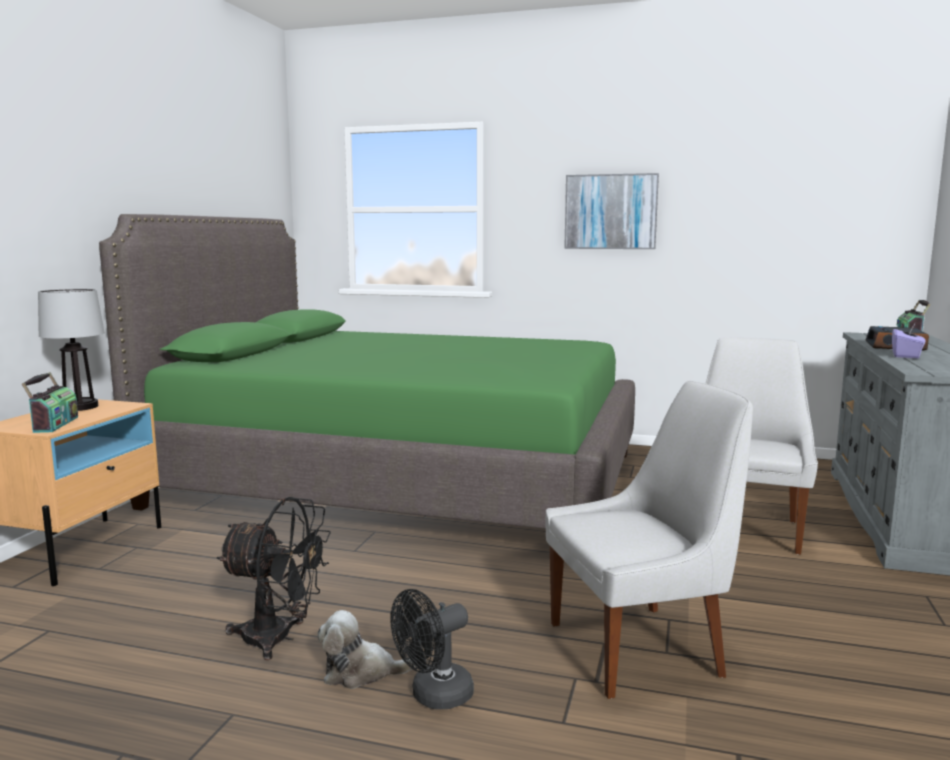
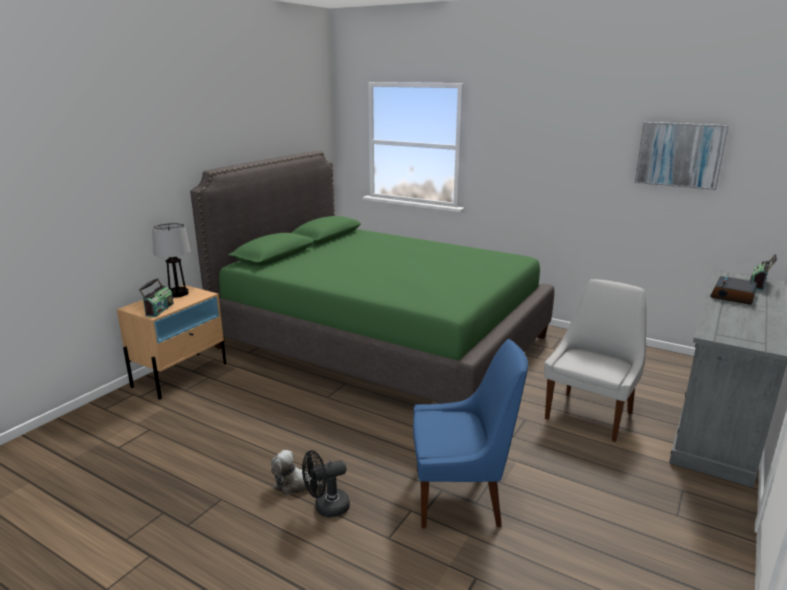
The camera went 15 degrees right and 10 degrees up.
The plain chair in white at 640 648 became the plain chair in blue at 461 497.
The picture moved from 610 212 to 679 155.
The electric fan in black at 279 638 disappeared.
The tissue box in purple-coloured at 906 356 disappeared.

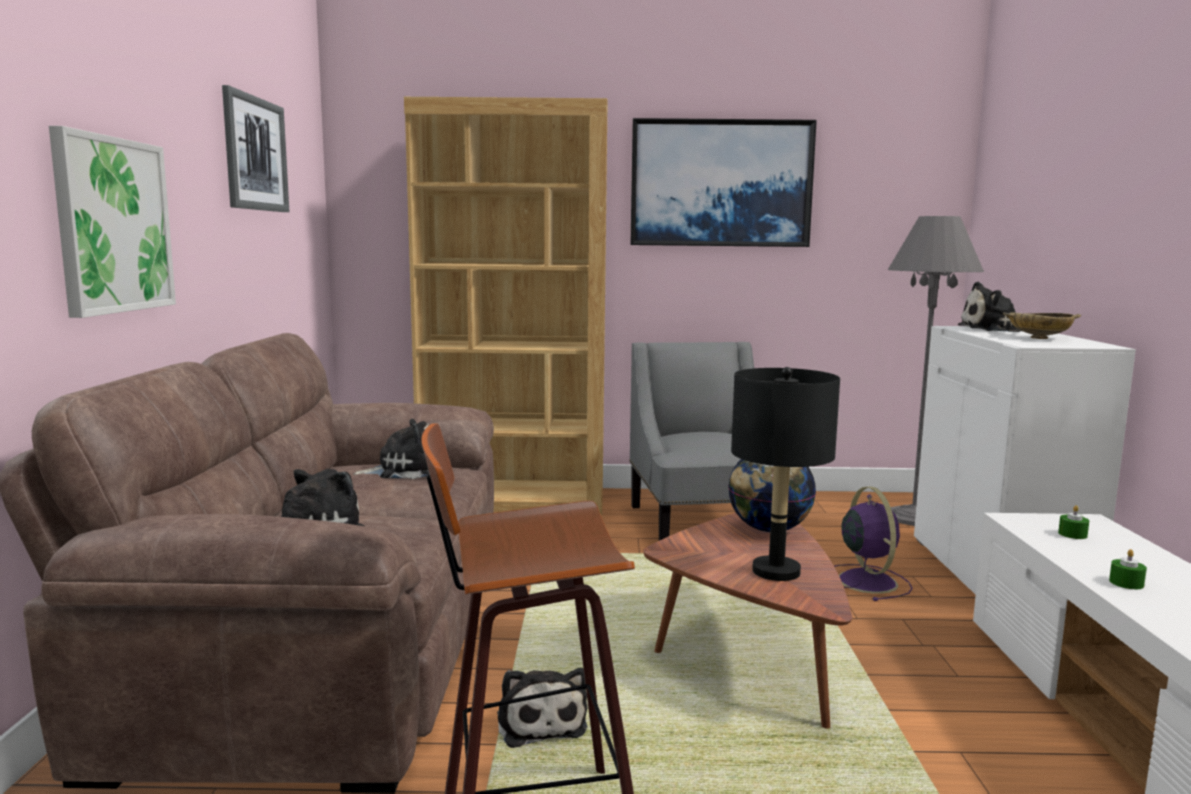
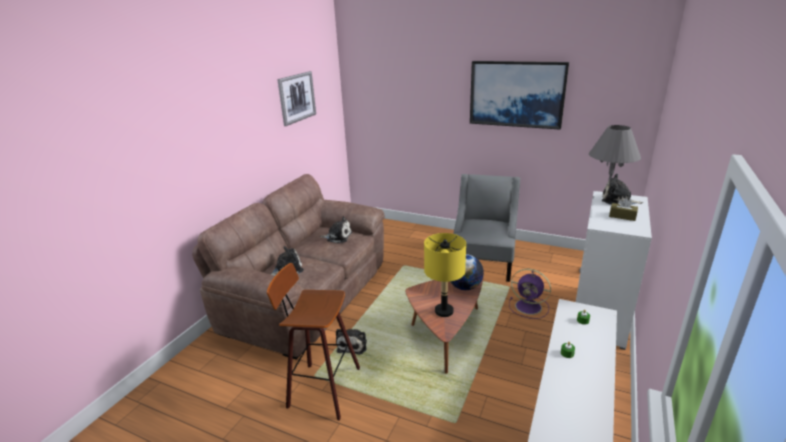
The camera went 25 degrees right and 15 degrees up.
The tabletop lamp in black at 776 572 became the tabletop lamp in yellow-coloured at 444 311.
The electric fan in purple-coloured at 865 581 turned 105 degrees clockwise.
The bowl in beige-coloured at 1039 338 was replaced by the tissue box in brownish at 622 216.
The picture at 113 225 disappeared.
The shelving unit in brownish at 514 501 disappeared.

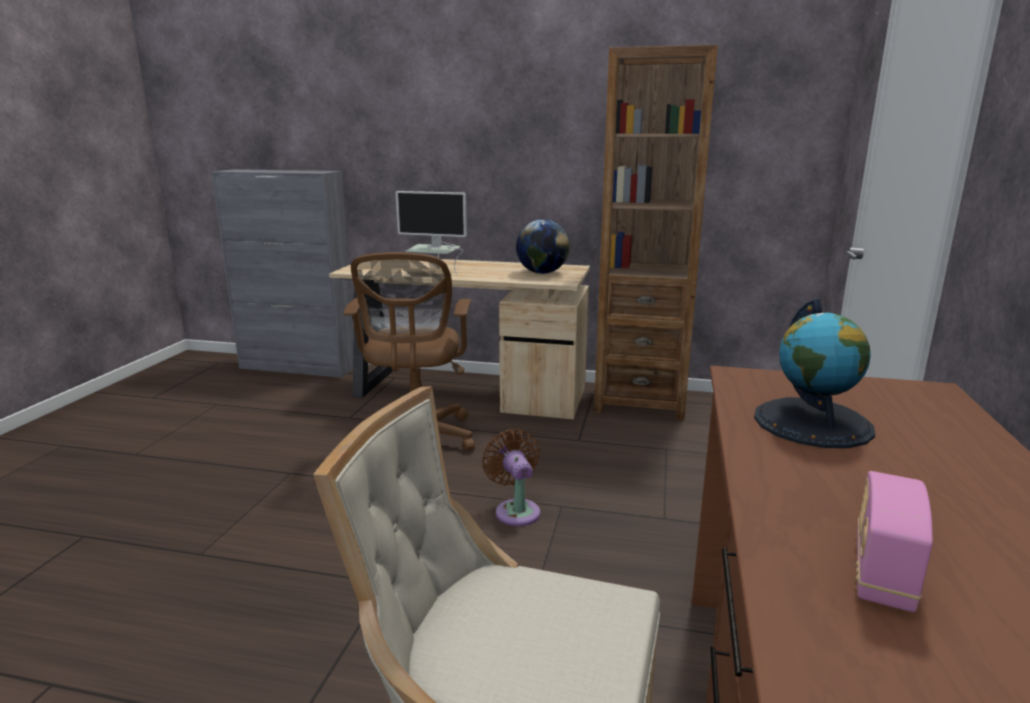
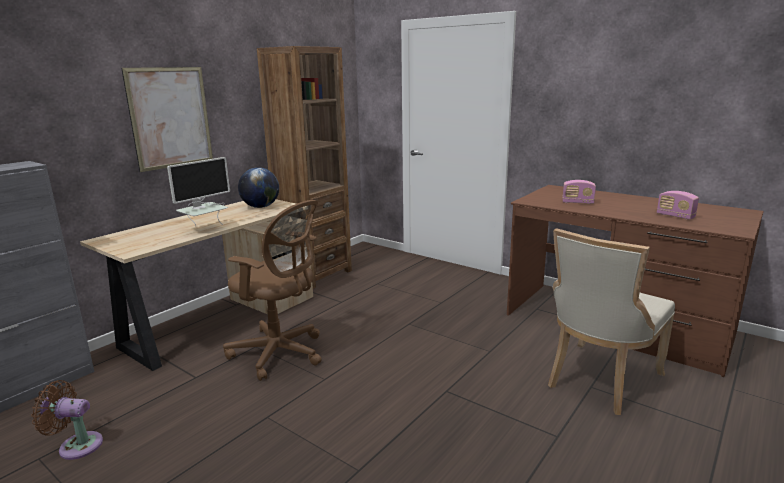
The camera went 65 degrees left and 0 degrees up.
The electric fan in brownish moved from 516 510 to 77 445.
The picture at 170 118 appeared.
The desk globe at 813 423 was replaced by the radio set at 577 202.

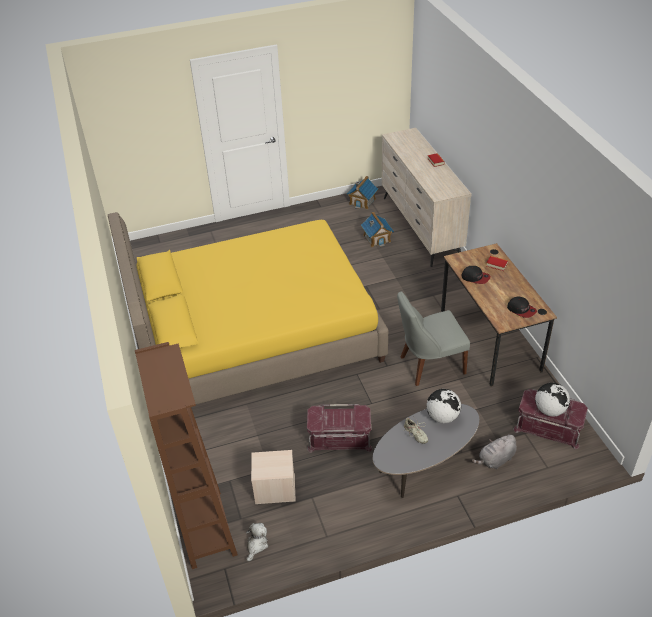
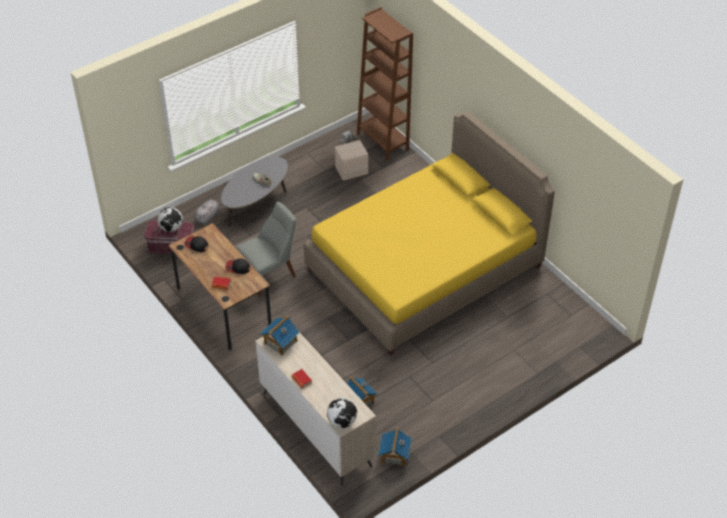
The camera went 160 degrees right and 5 degrees up.
The miniature house at 280 342 appeared.
The desk globe moved from 442 417 to 342 421.
The storage container in red-coloured at 339 438 disappeared.

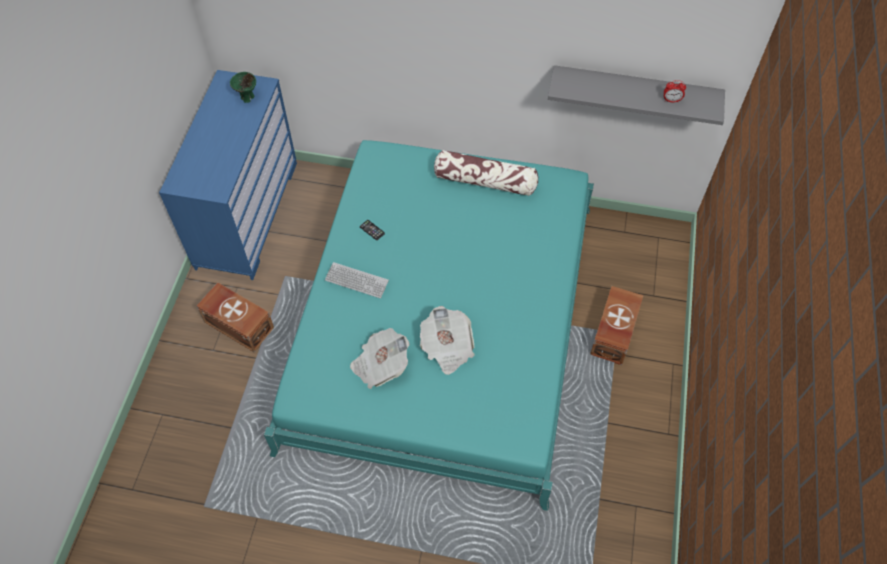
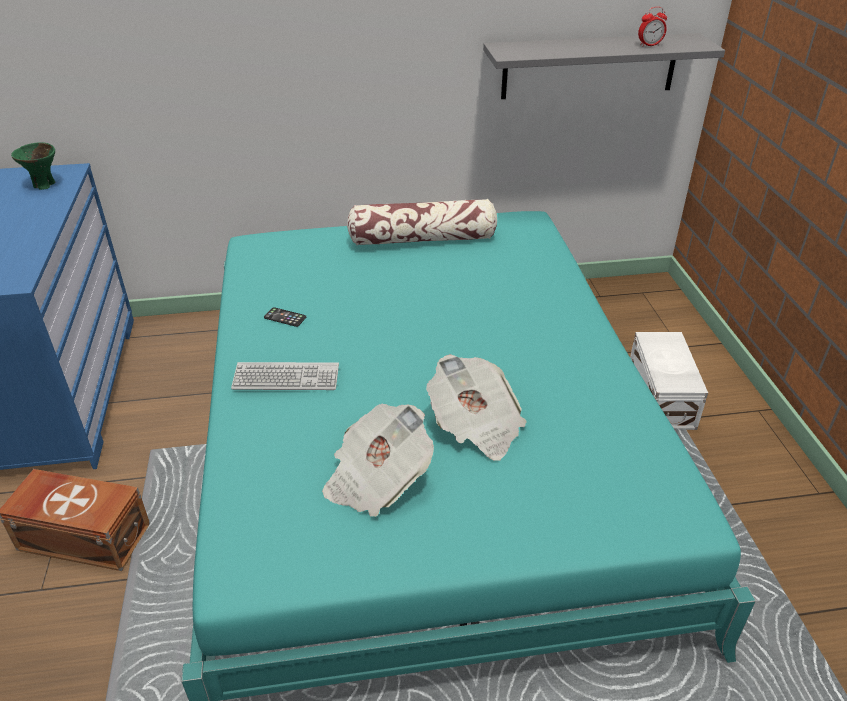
The camera went 20 degrees left and 20 degrees down.
The storage container in brownish at 612 333 became the storage container in white at 659 398.

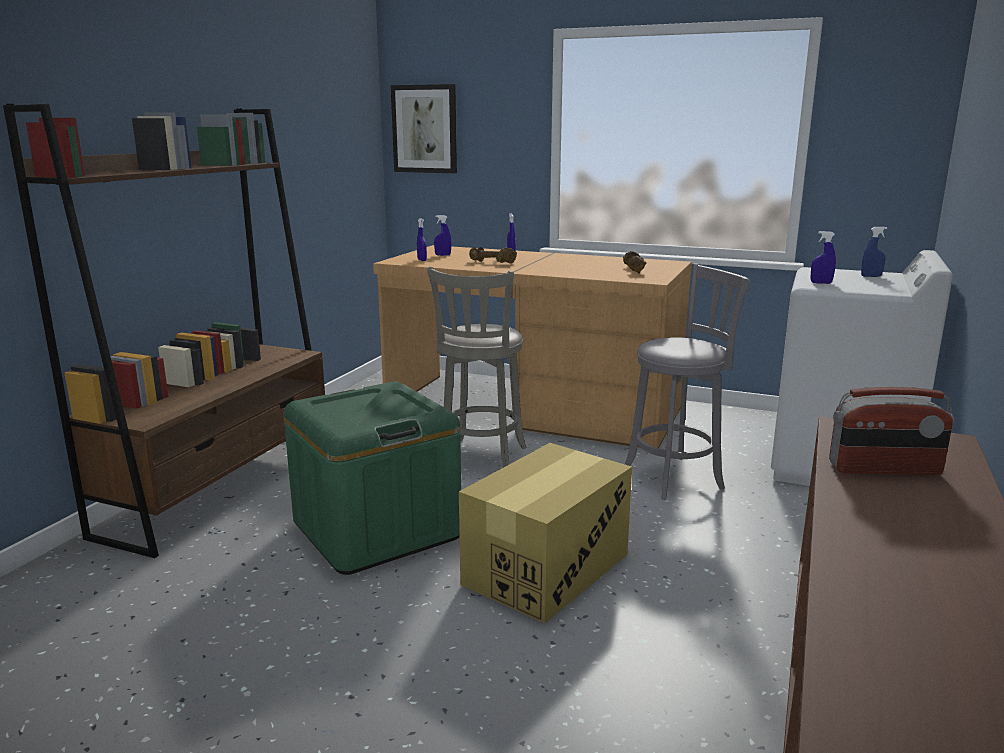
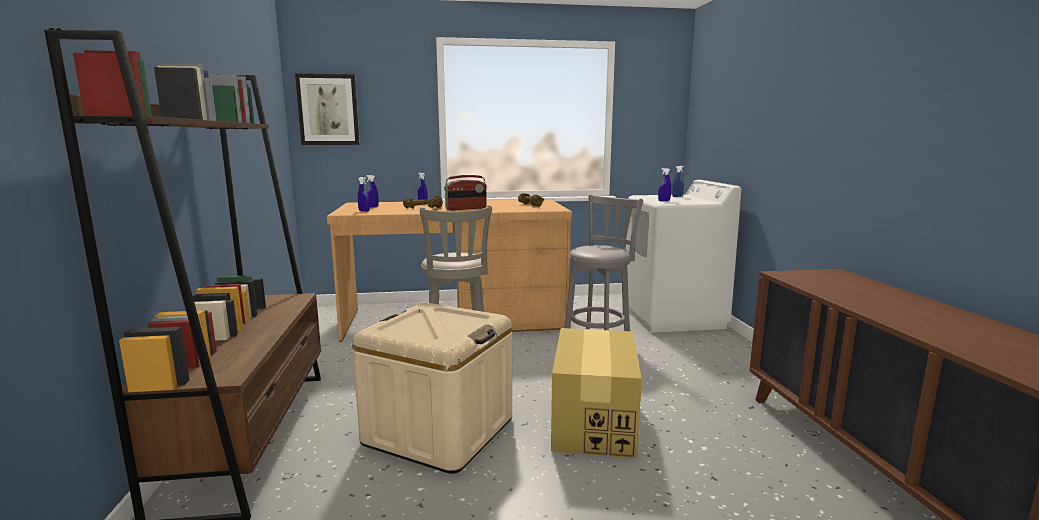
The camera went 30 degrees left and 5 degrees down.
The storage container in green at 376 529 became the storage container in beige-coloured at 439 431.
The radio set moved from 884 469 to 466 209.

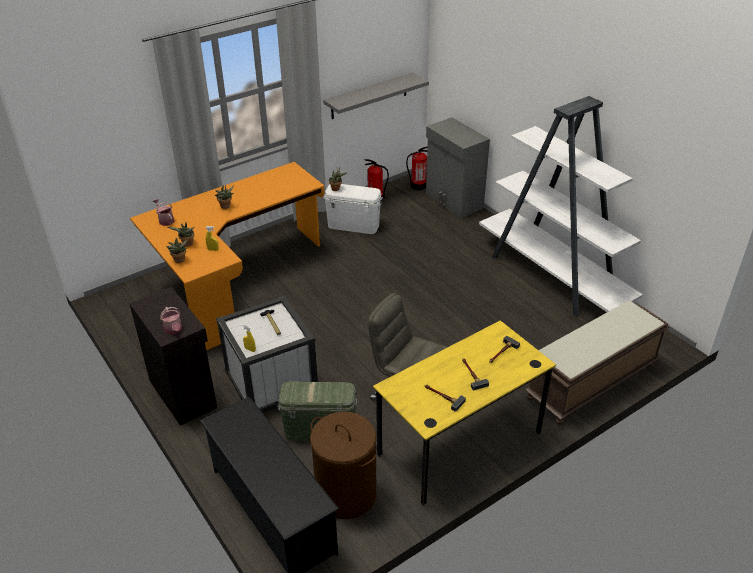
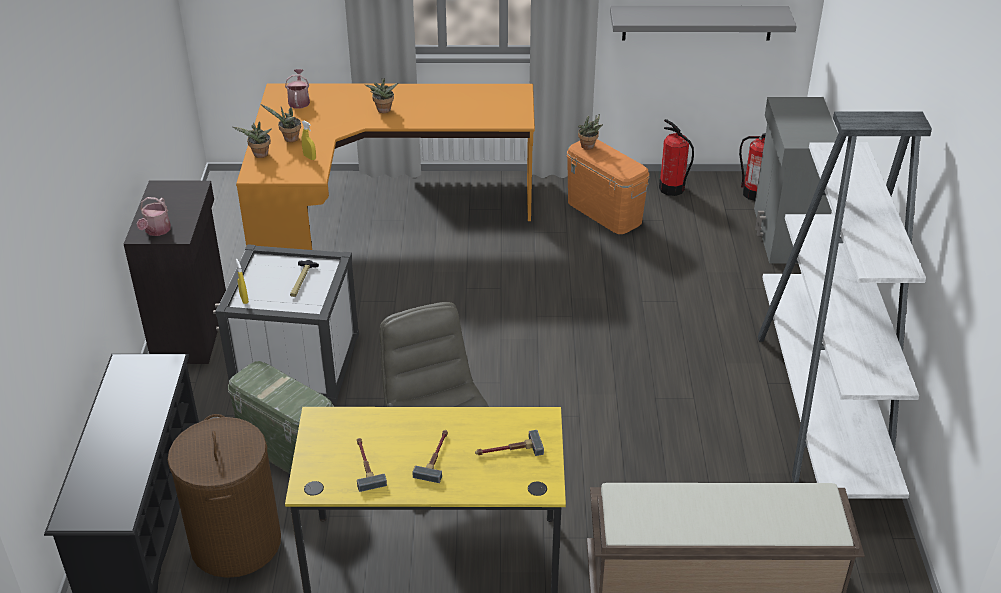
The camera went 35 degrees right and 0 degrees up.
The storage container in white at 354 225 became the storage container in orange at 604 212.

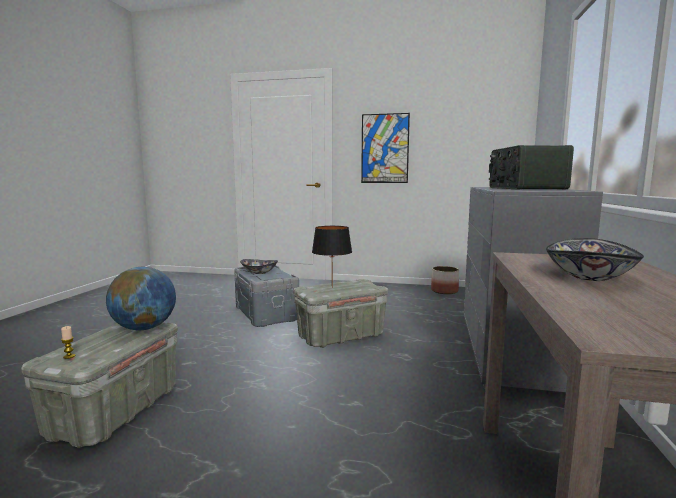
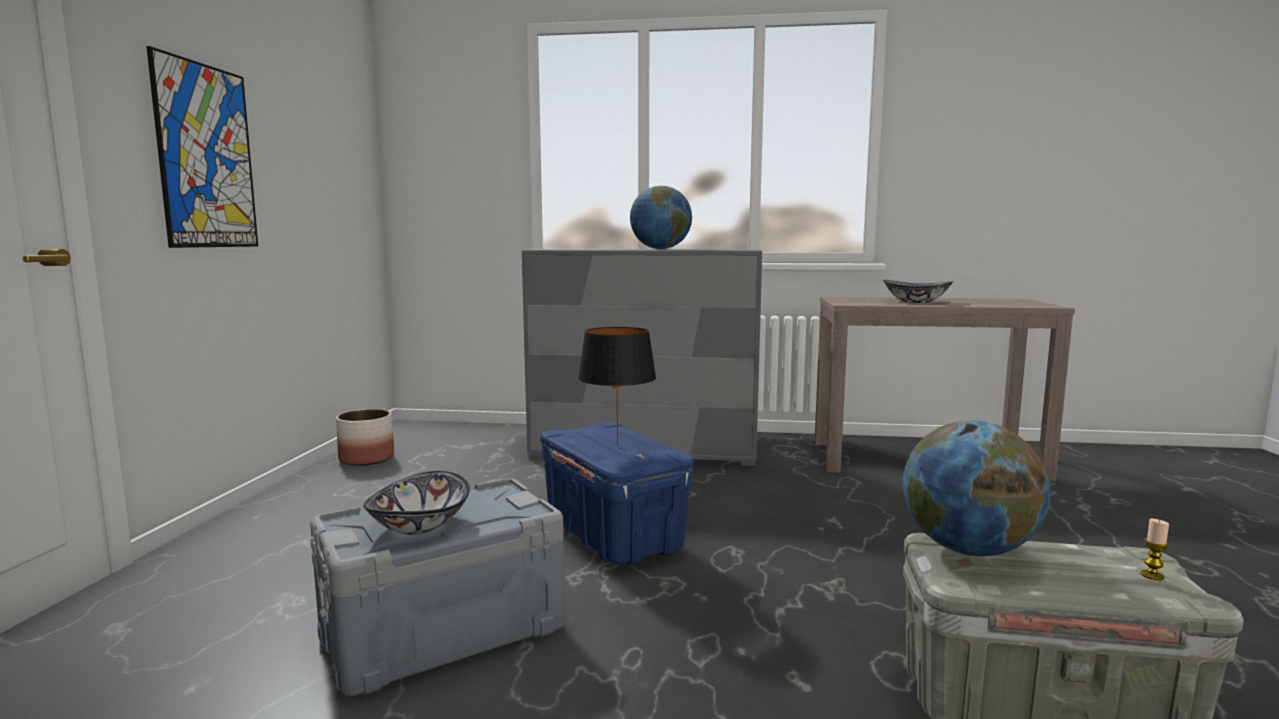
The camera went 95 degrees left and 0 degrees up.
The storage container in greyish at 340 336 became the storage container in blue at 614 535.
The radio set at 524 188 was replaced by the desk globe at 660 249.

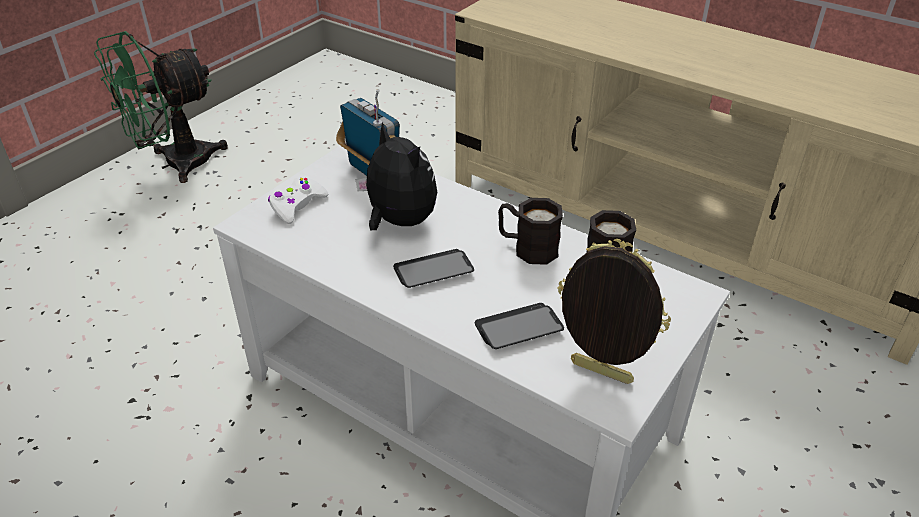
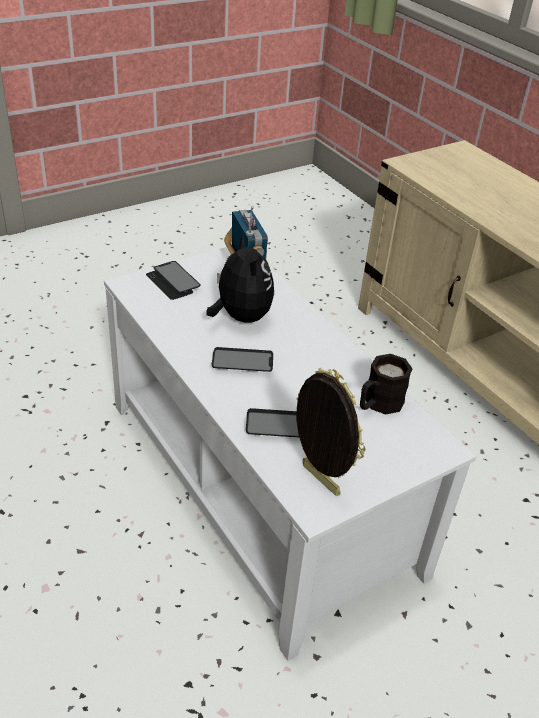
The camera went 20 degrees right and 0 degrees up.
The game controller in white at 297 205 was replaced by the telephone at 173 282.
The electric fan in green at 175 164 disappeared.
The mug in black at 527 248 disappeared.

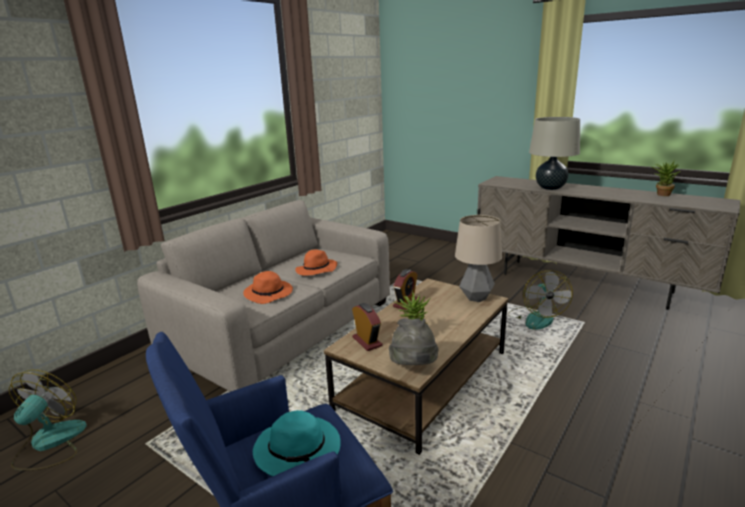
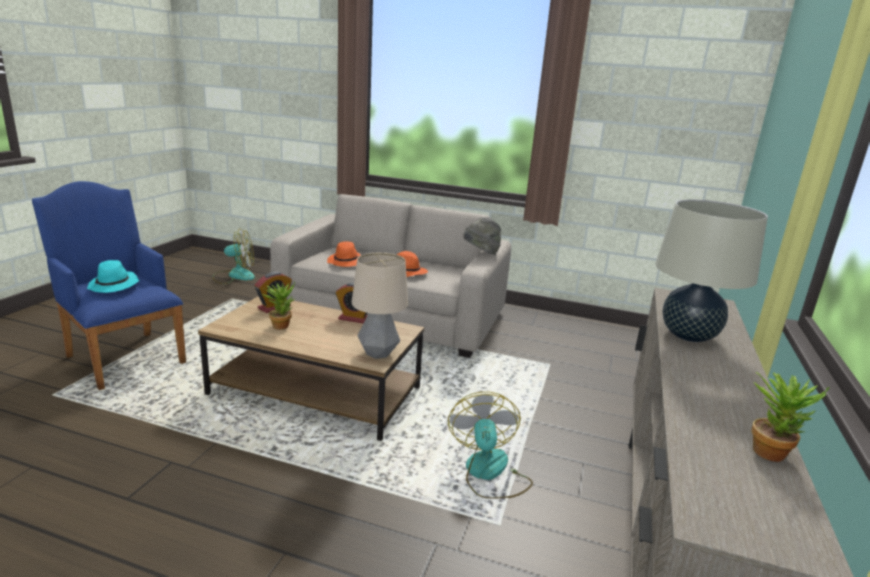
The camera went 70 degrees right and 0 degrees up.
The electric fan at 536 318 turned 105 degrees clockwise.
The clothing hat in greyish moved from 413 368 to 481 253.

